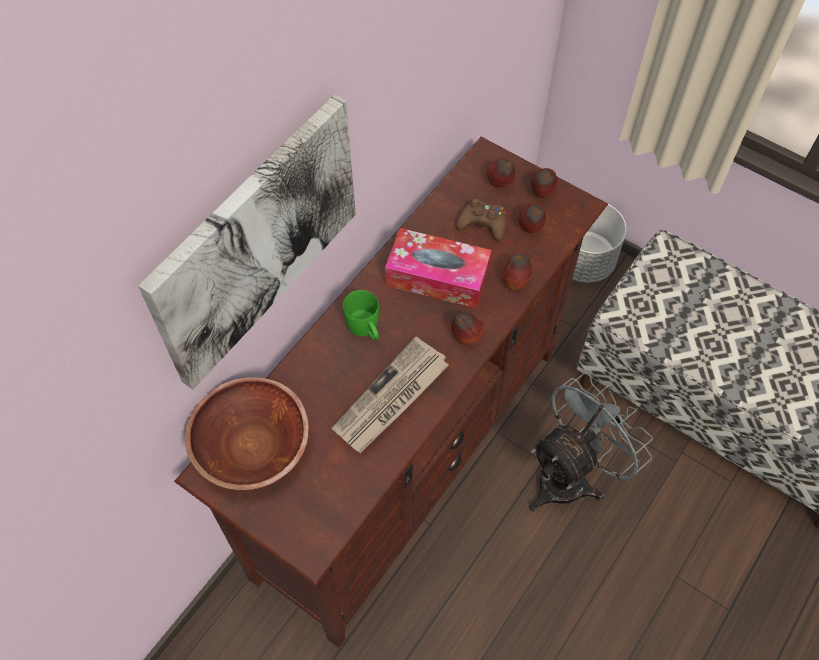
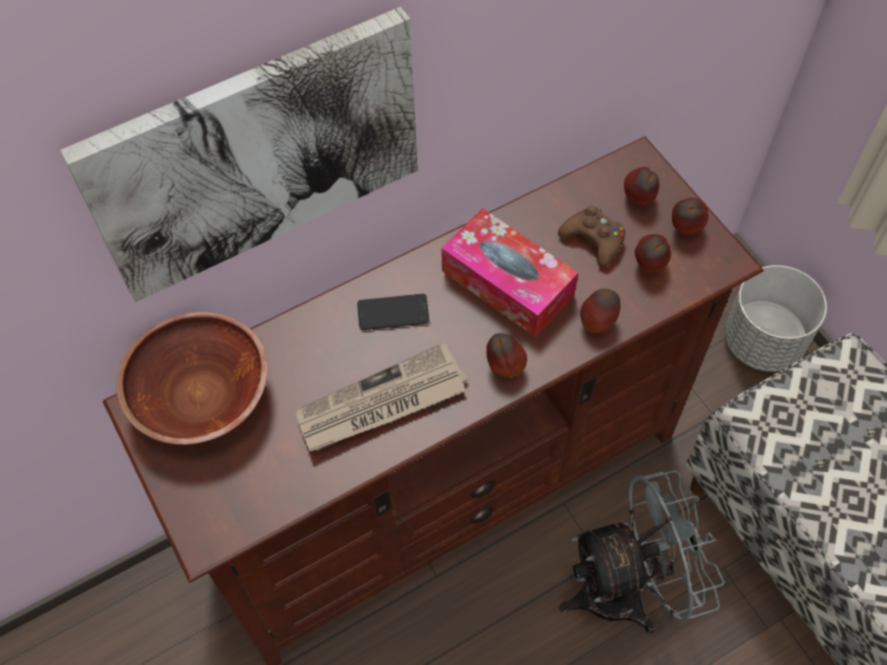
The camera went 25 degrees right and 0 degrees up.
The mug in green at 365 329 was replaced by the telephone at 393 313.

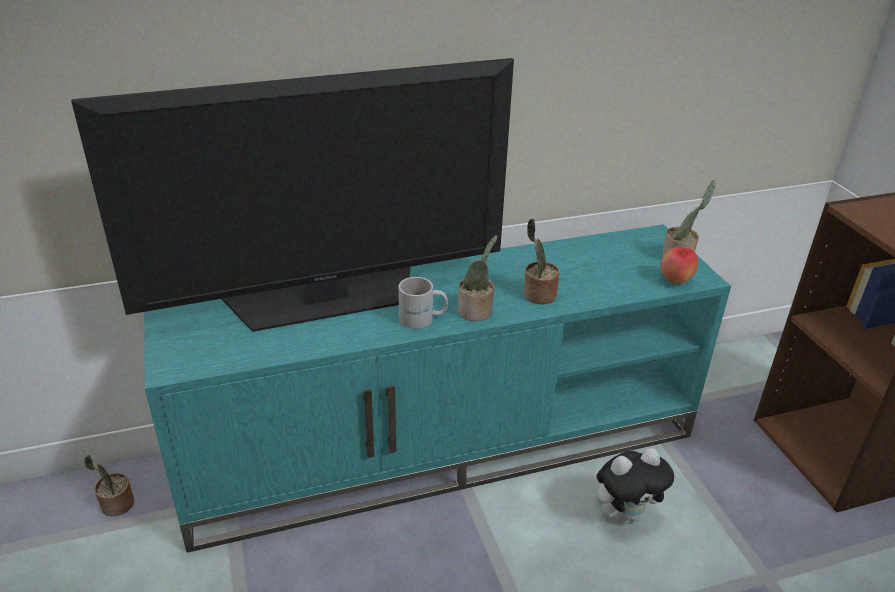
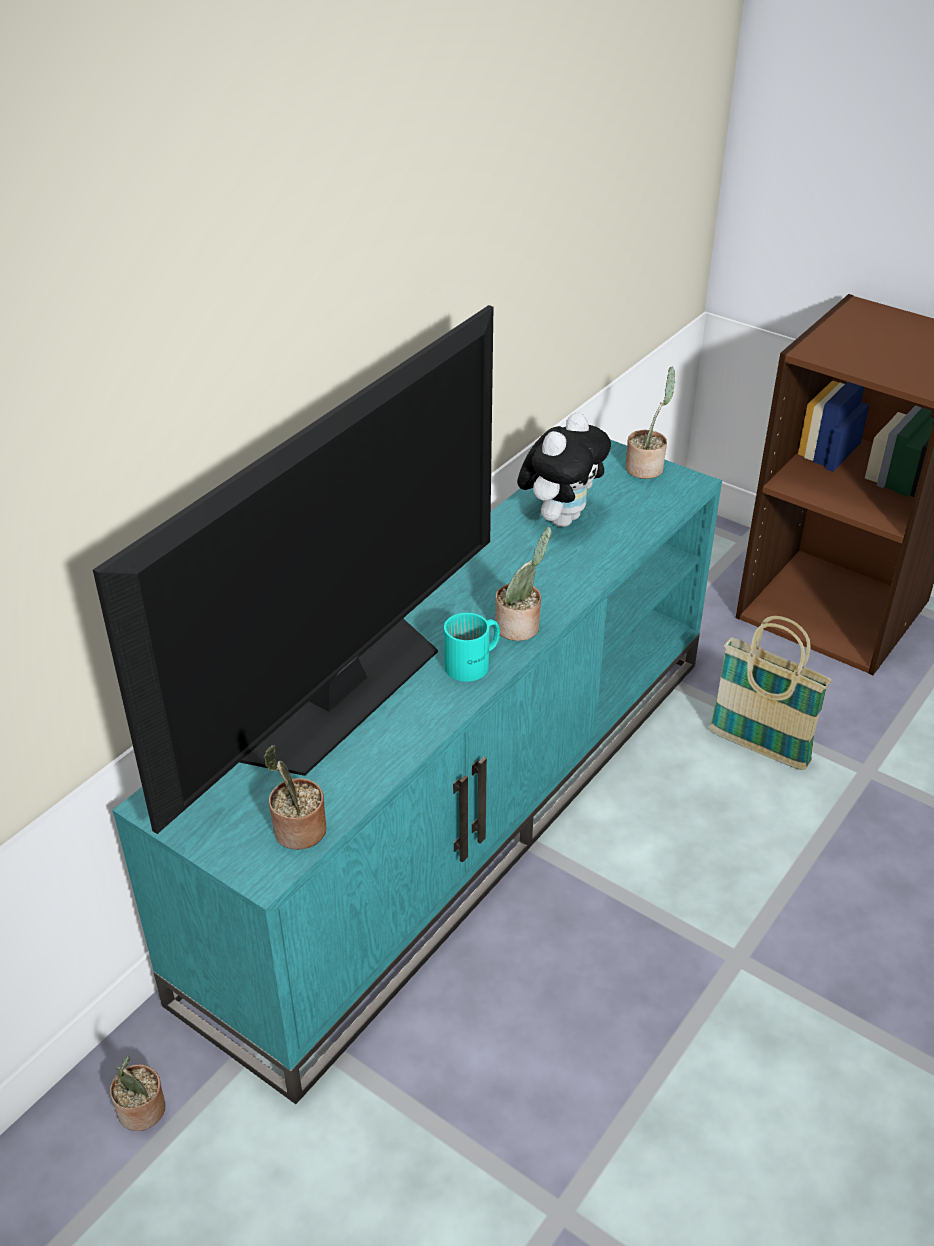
The camera went 35 degrees left and 5 degrees up.
The plant in a pot moved from 537 295 to 297 832.
The mug in white at 422 319 became the mug in blue-green at 474 663.
The soft toy moved from 625 514 to 561 518.
The basket at 758 748 appeared.
The apple at 675 281 disappeared.

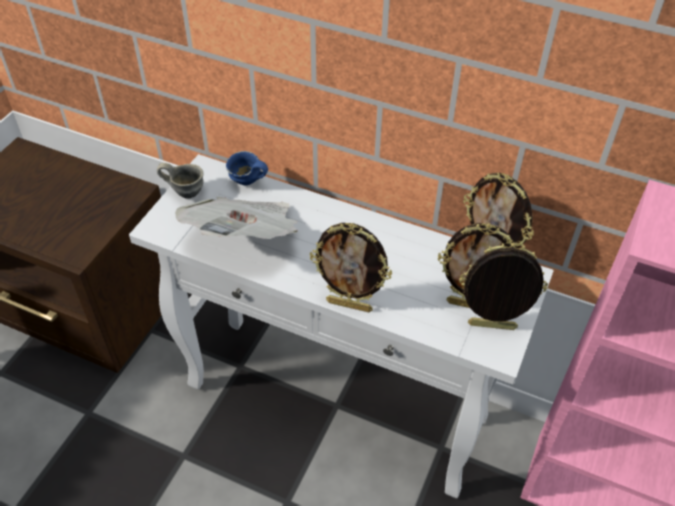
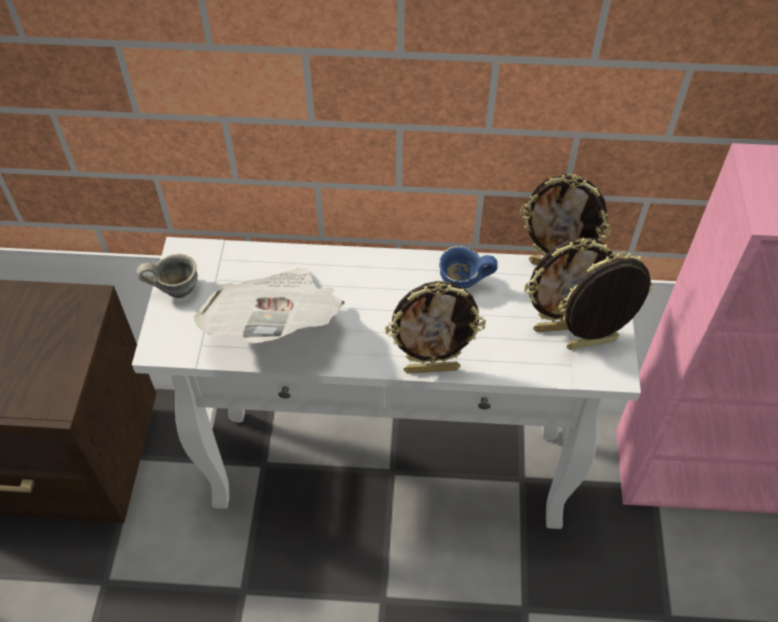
The camera went 20 degrees left and 5 degrees up.
The mug in blue moved from 247 183 to 463 285.

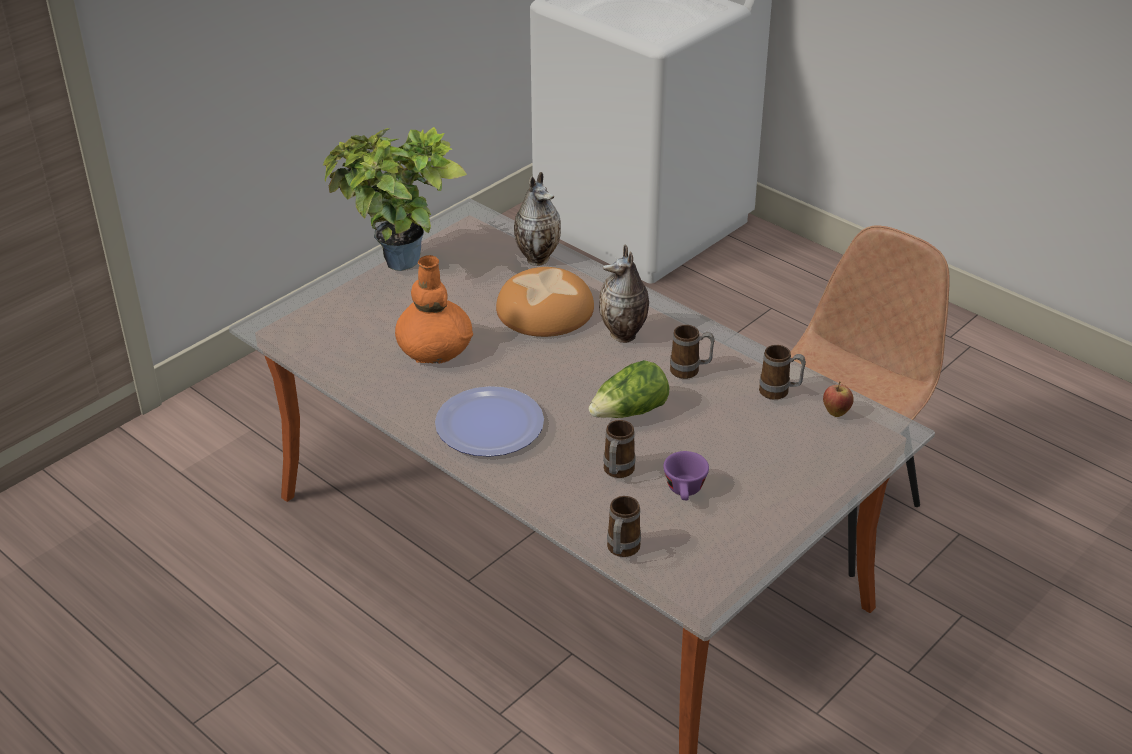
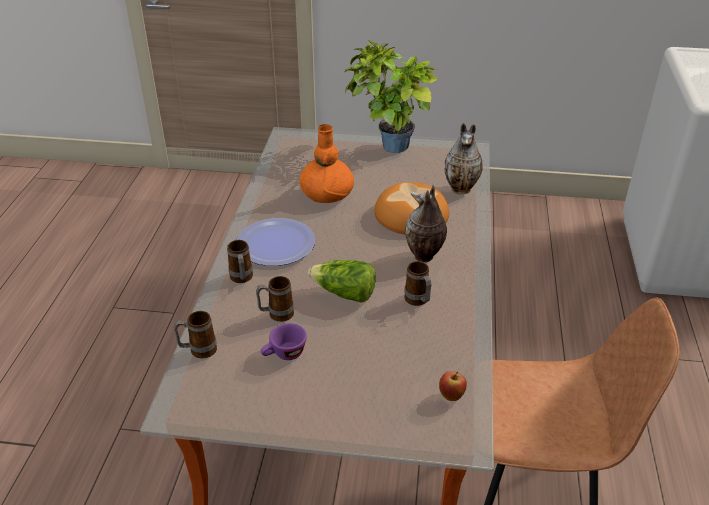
The camera went 55 degrees right and 0 degrees up.
The mug moved from 779 392 to 241 279.

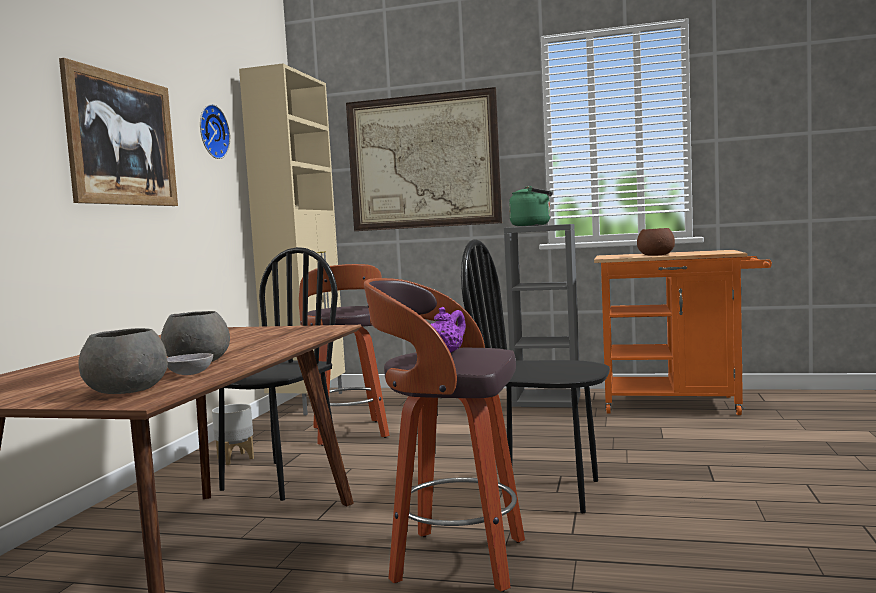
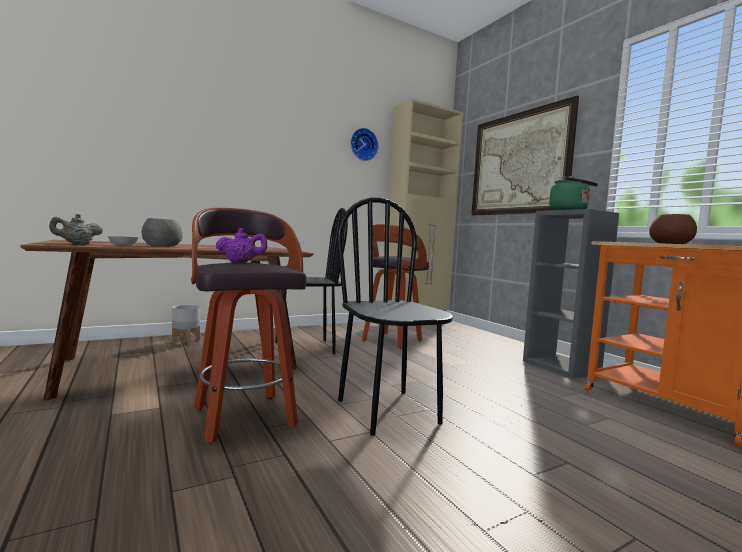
The camera went 45 degrees right and 0 degrees up.
The bowl in greyish at 128 390 was replaced by the pot for tea in beige-coloured at 77 244.
The planter in greyish moved from 235 458 to 186 341.
The picture at 122 140 disappeared.

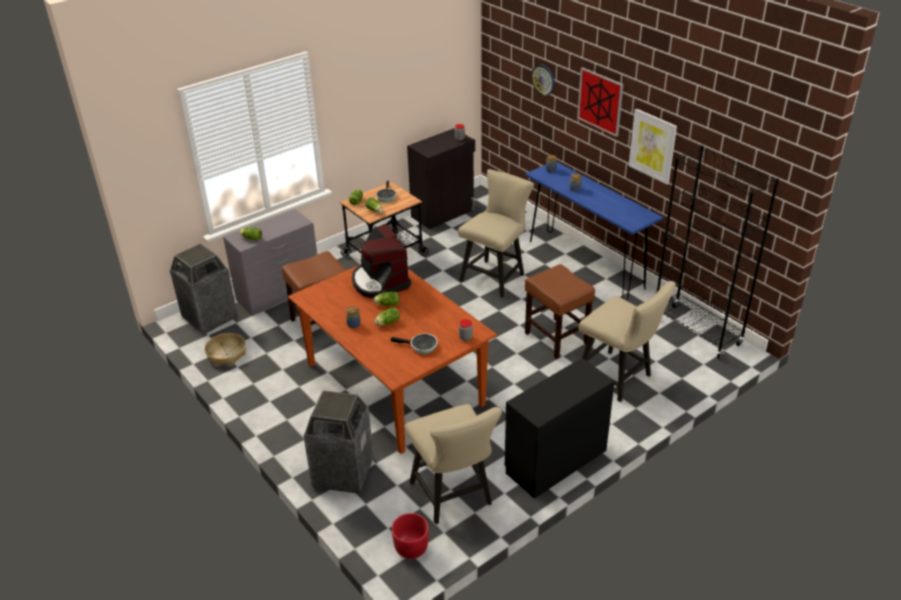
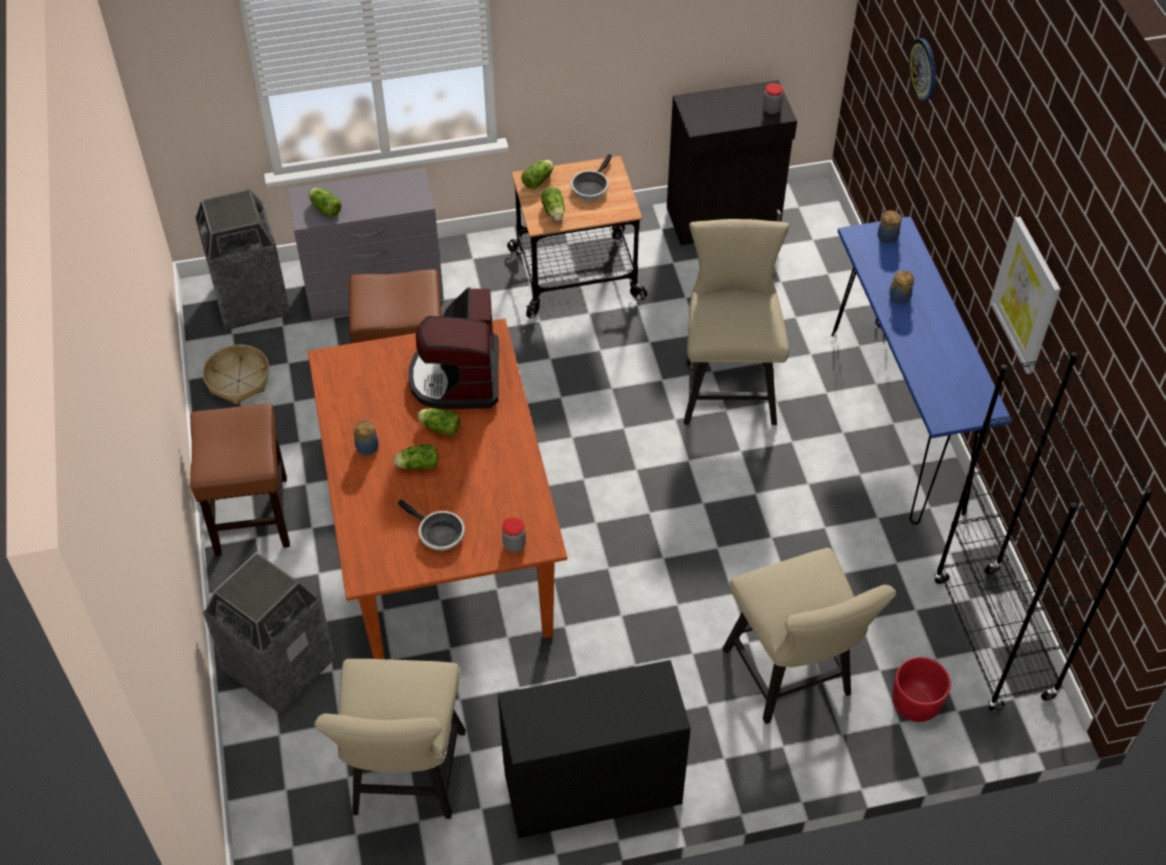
The camera went 25 degrees right and 15 degrees up.
The sitting stool in brownish moved from 555 338 to 251 514.
The plain chair in beige-coloured at 495 276 turned 60 degrees counterclockwise.
The planter in red-coloured moved from 411 548 to 915 703.
The picture at 600 101 disappeared.

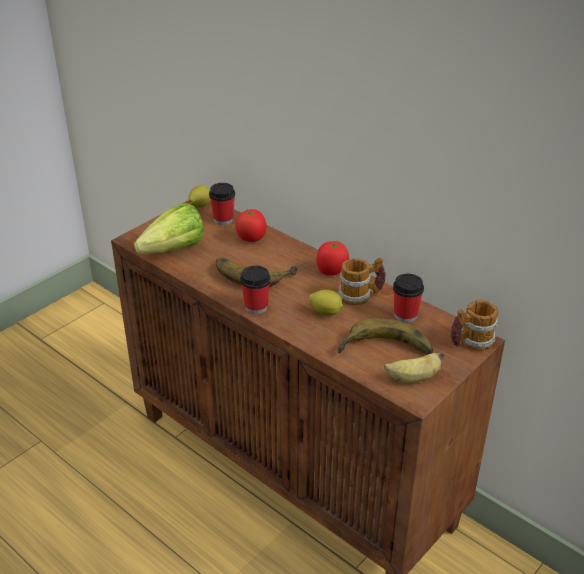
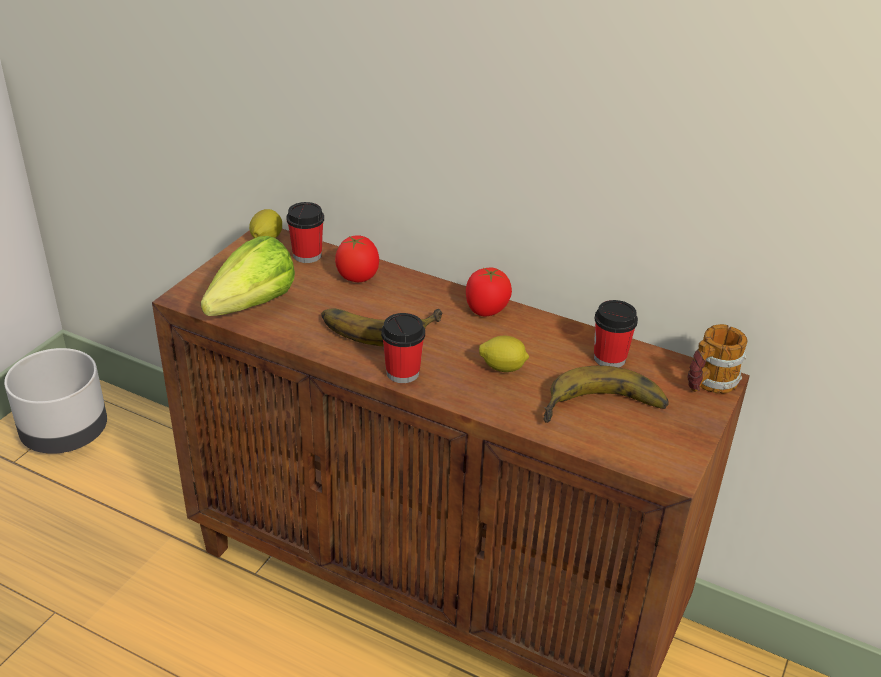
The camera went 15 degrees left and 0 degrees up.
The planter in greyish at 66 434 appeared.
The mug at 361 295 disappeared.
The banana at 413 378 disappeared.

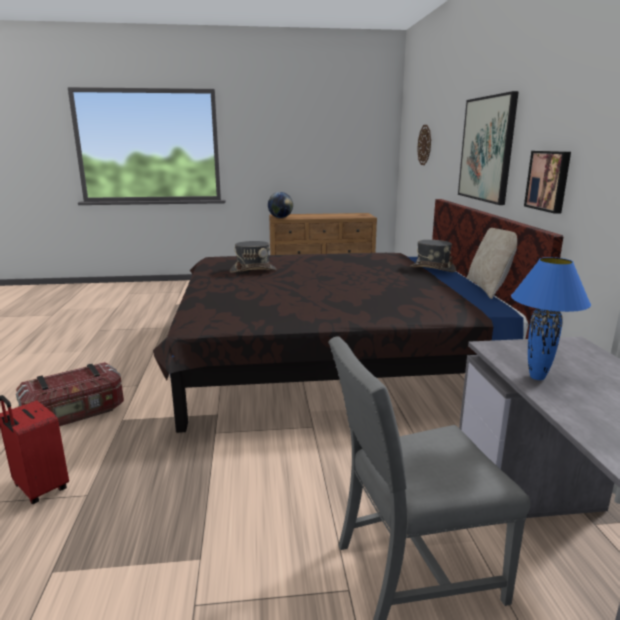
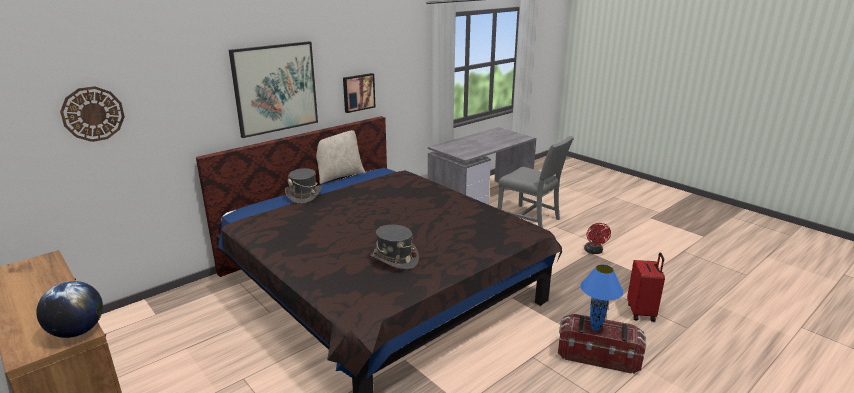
The camera went 125 degrees left and 5 degrees up.
The tabletop lamp in blue moved from 538 377 to 595 328.
The electric fan in red-coloured at 594 251 appeared.

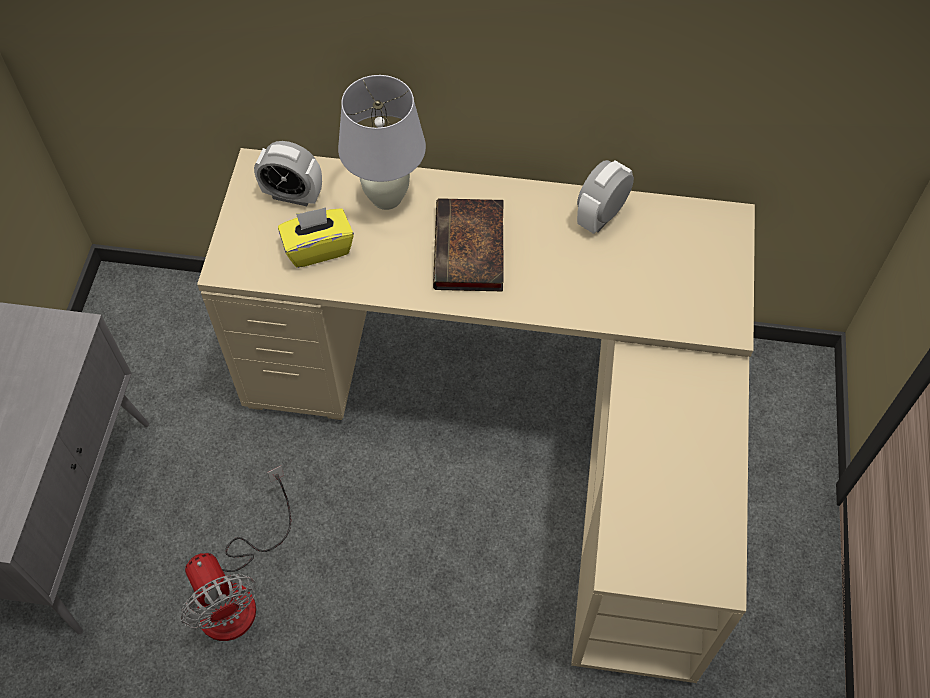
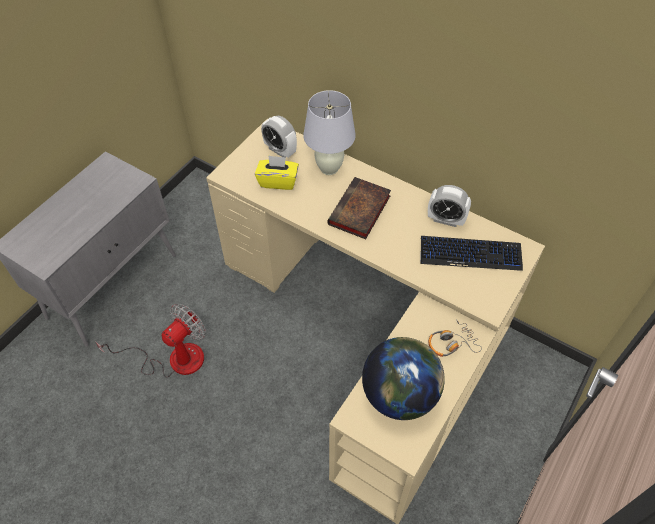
The camera went 25 degrees right and 5 degrees down.
The electric fan at 237 591 turned 135 degrees counterclockwise.
The desk globe at 399 395 appeared.
The computer keyboard at 470 254 appeared.
The bedside clock at 601 216 turned 135 degrees counterclockwise.
The pair of headphones at 451 343 appeared.

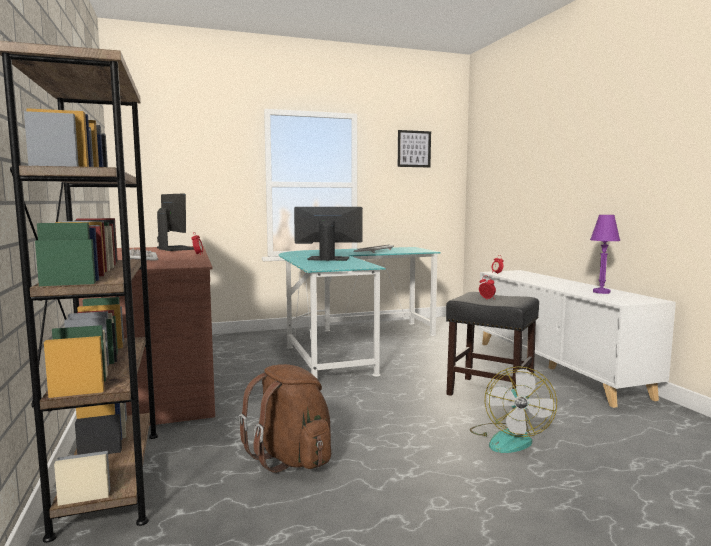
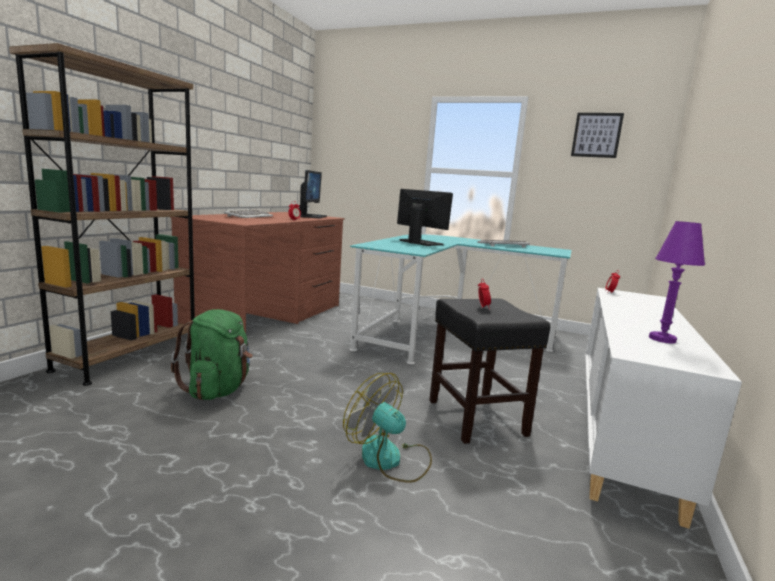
The camera went 40 degrees right and 5 degrees up.
The rucksack in brownish at 291 458 became the rucksack in green at 218 389.
The electric fan at 509 438 turned 75 degrees clockwise.

